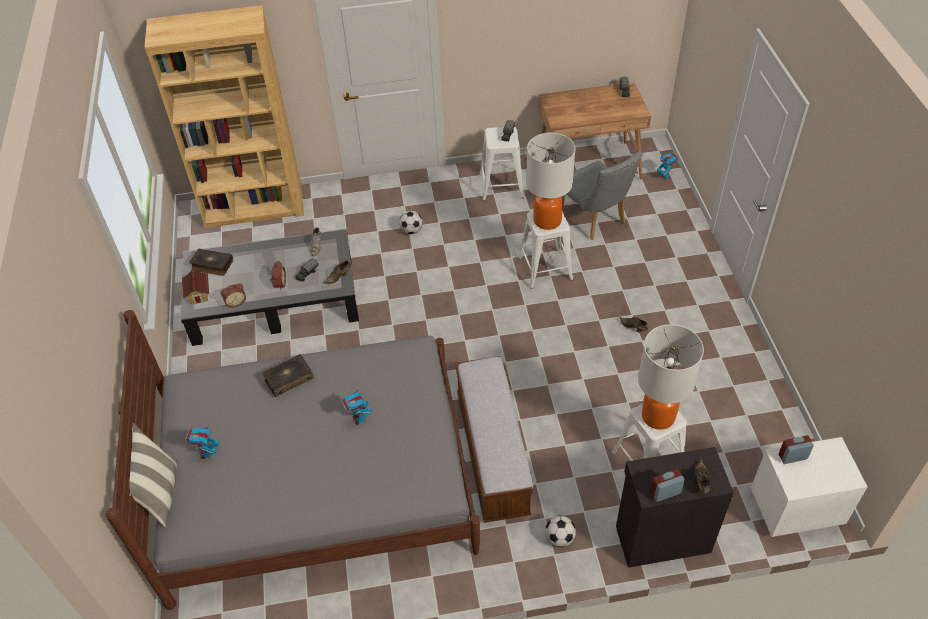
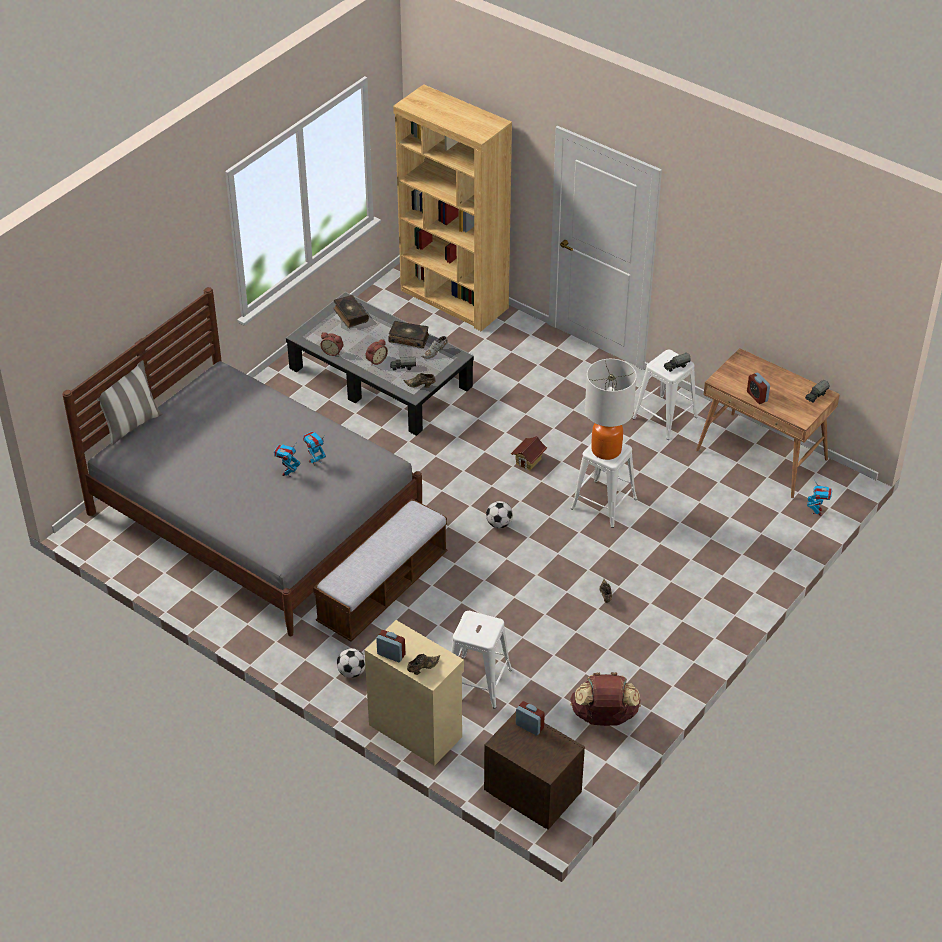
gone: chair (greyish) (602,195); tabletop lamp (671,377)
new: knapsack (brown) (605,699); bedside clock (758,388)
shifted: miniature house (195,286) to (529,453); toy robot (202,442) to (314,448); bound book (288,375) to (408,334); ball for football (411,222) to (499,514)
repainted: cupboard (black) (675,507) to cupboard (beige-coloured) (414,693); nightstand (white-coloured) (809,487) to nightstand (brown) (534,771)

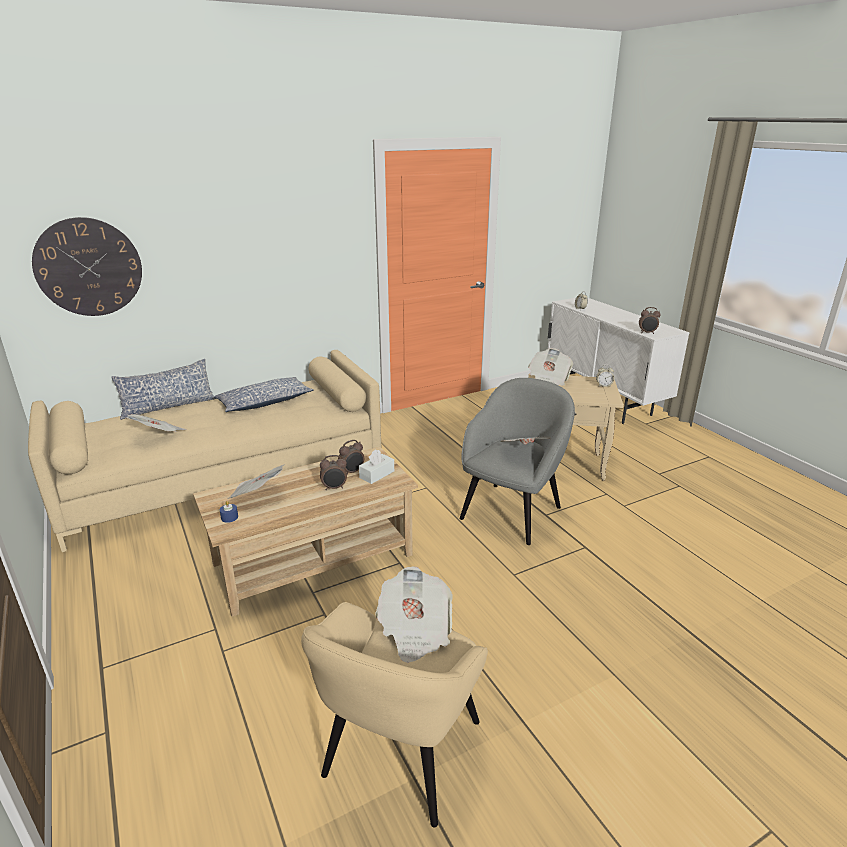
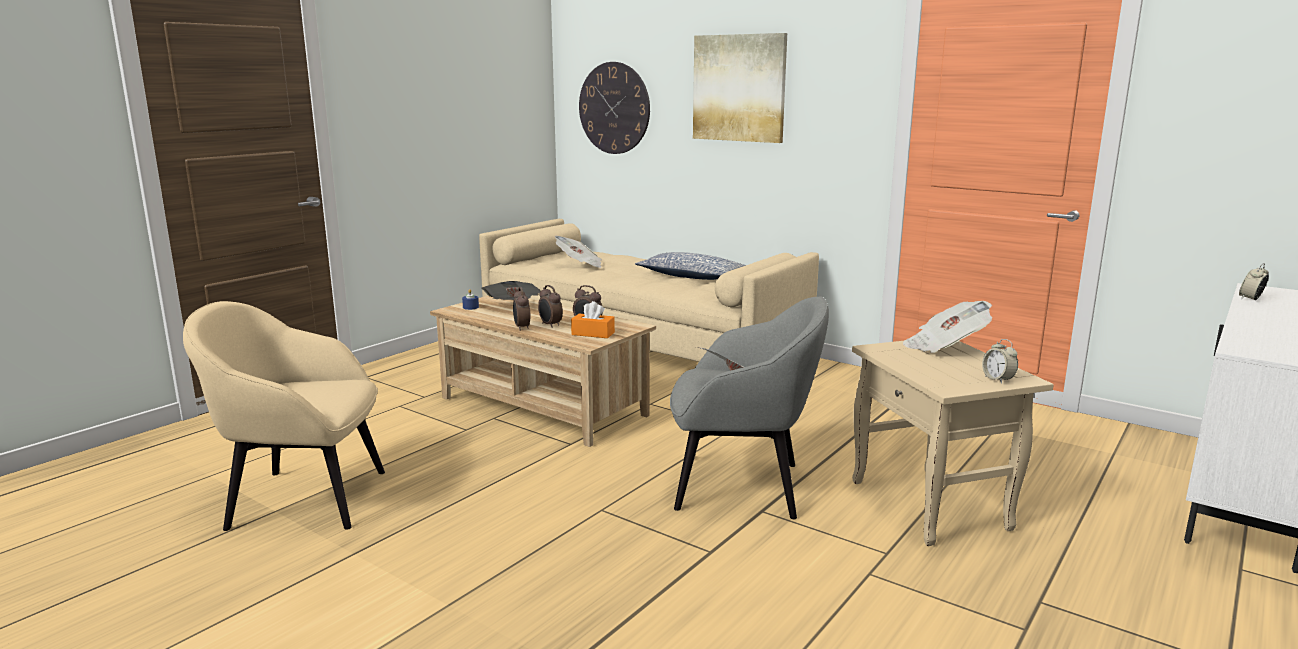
gone: pillow (164,389); printed paper (414,614)
new: wall picture (740,88)
shifted: bedside clock (650,320) to (521,309)
repainted: tissue holder (white-coloured) (376,466) to tissue holder (orangey) (593,319)

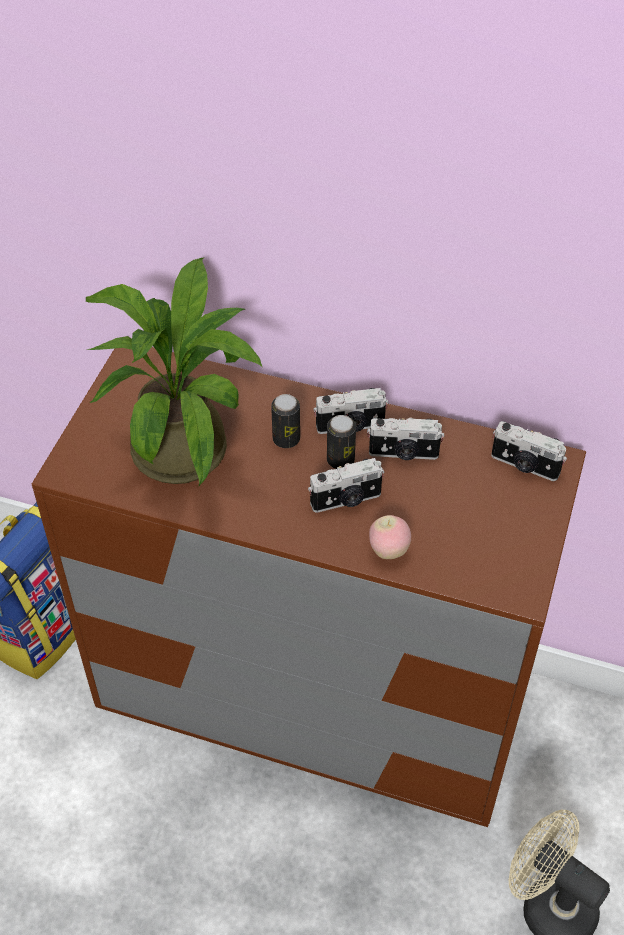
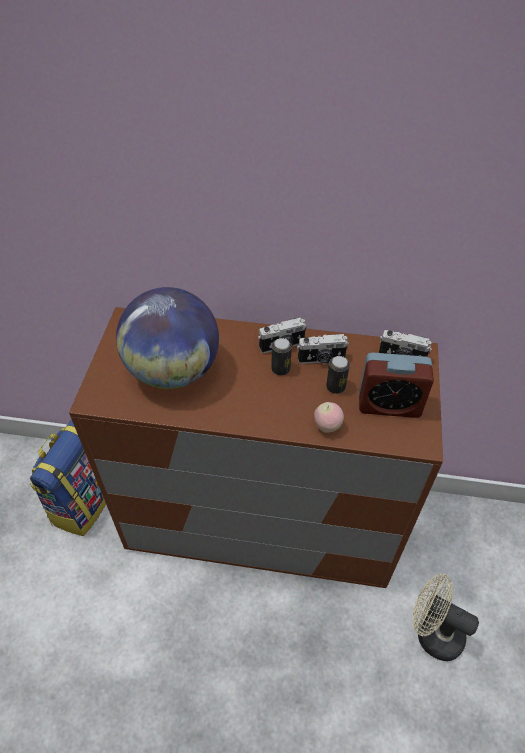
gone: photo camera (346,485)
new: bedside clock (396,385)
shifted: sealed can (285,421) to (338,375)
swapped: potted plant (174,371) to globe (167,338)

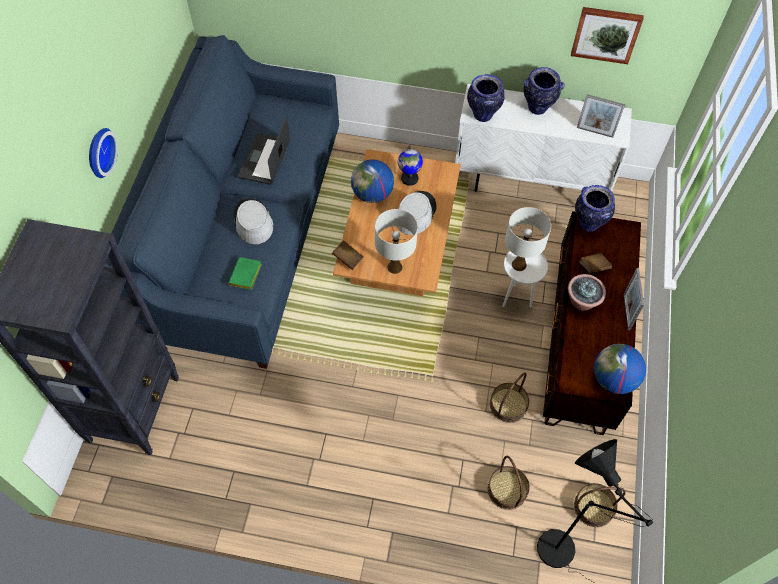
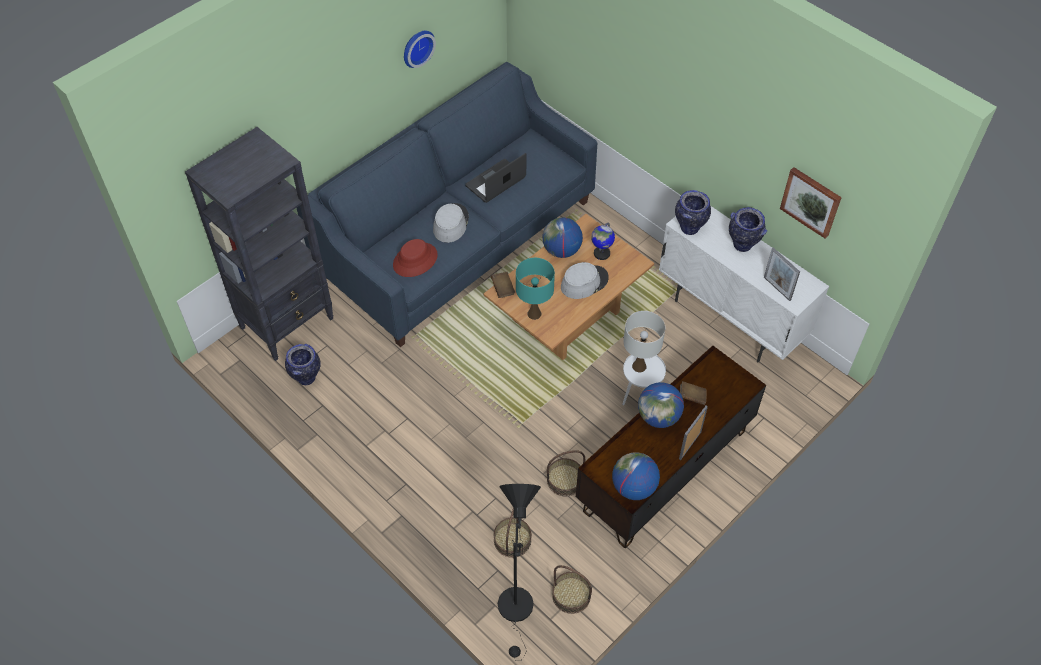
shifted: clock on the wall (103,153) to (420,49); decorative vase (595,208) to (303,364)
swapped: bound book (green) (245,273) to wearable hat (red) (415,258); potted plant (587,292) to globe (661,405)
repainted: tabletop lamp (white-coloured) (396,241) to tabletop lamp (turquoise) (535,289)

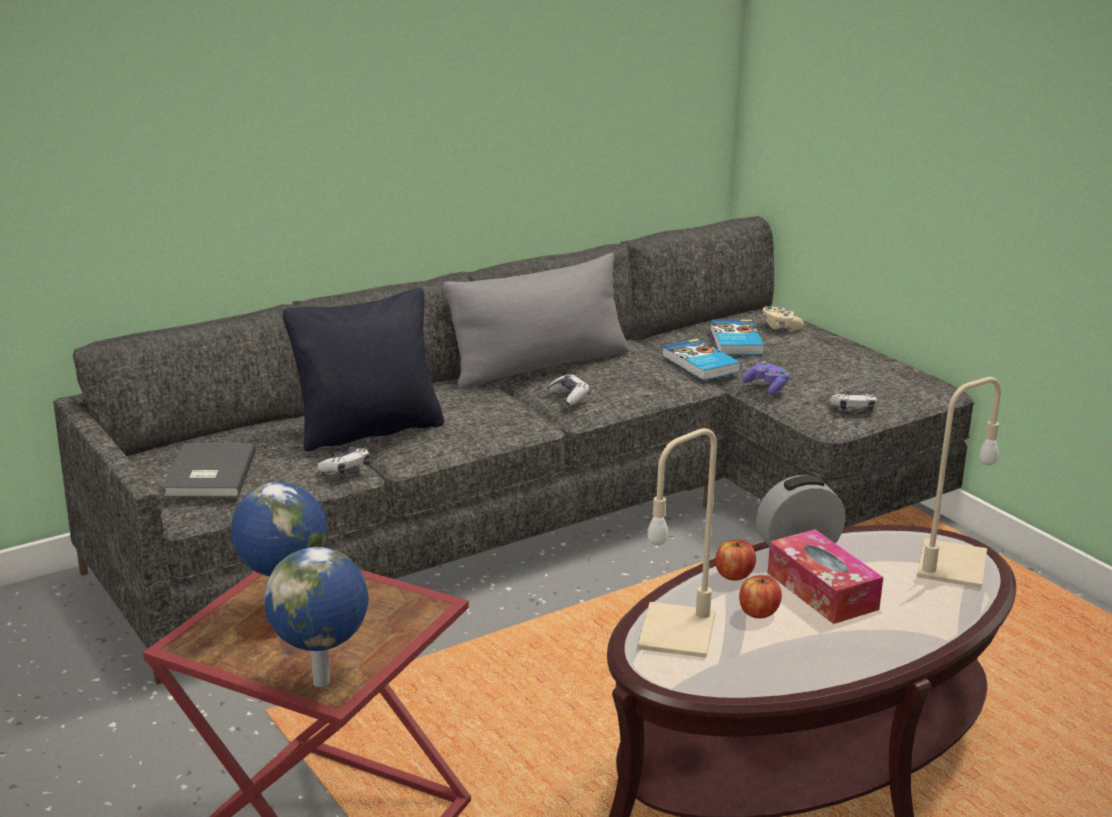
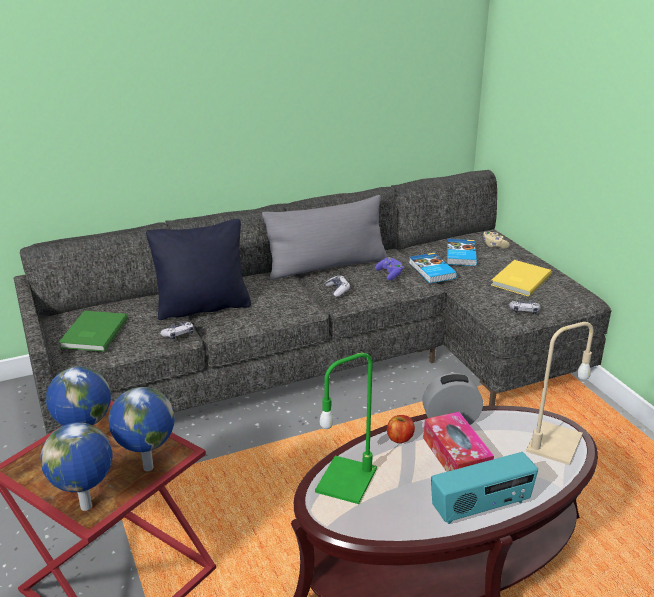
gone: apple (760,596)
new: globe (142,429); radio receiver (484,488); bound book (yellowish) (521,278)
shifted: game controller (purple-coloured) (766,378) to (389,268)
repainted: bound book (greyish) (209,470) to bound book (green) (93,331); tabletop lamp (beige-coloured) (677,543) to tabletop lamp (green) (346,428)

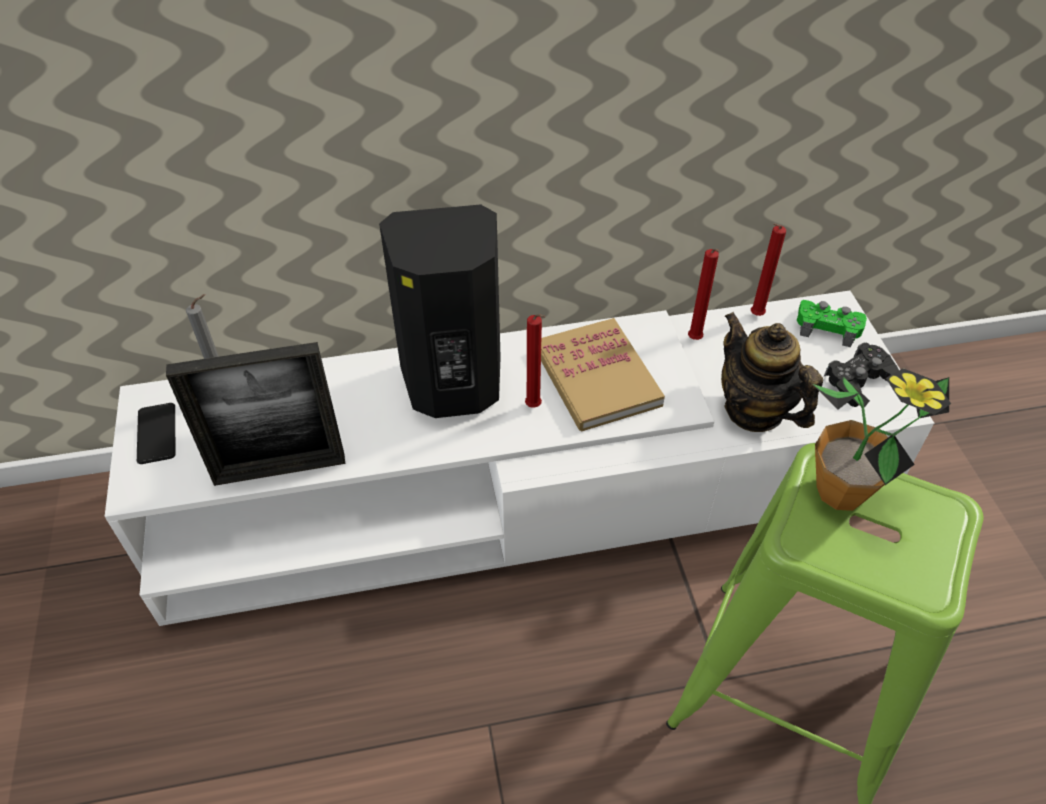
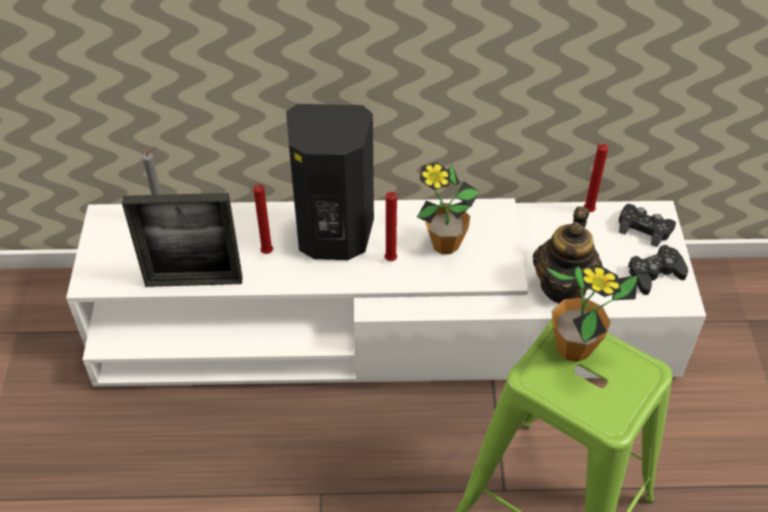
gone: phone (156,433)
shifted: wax light (red) (703,294) to (263,219)
swapped: bound book (603,375) to potted plant (448,208)
repainted: game controller (green) (832,323) to game controller (black) (647,225)
rotated: pot for tea (772,372) = (568,255) 135 degrees counterclockwise

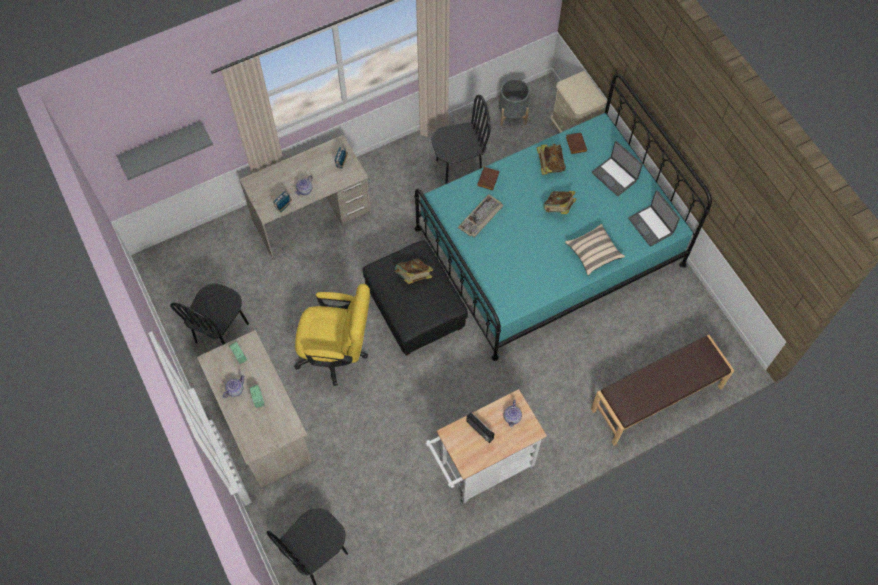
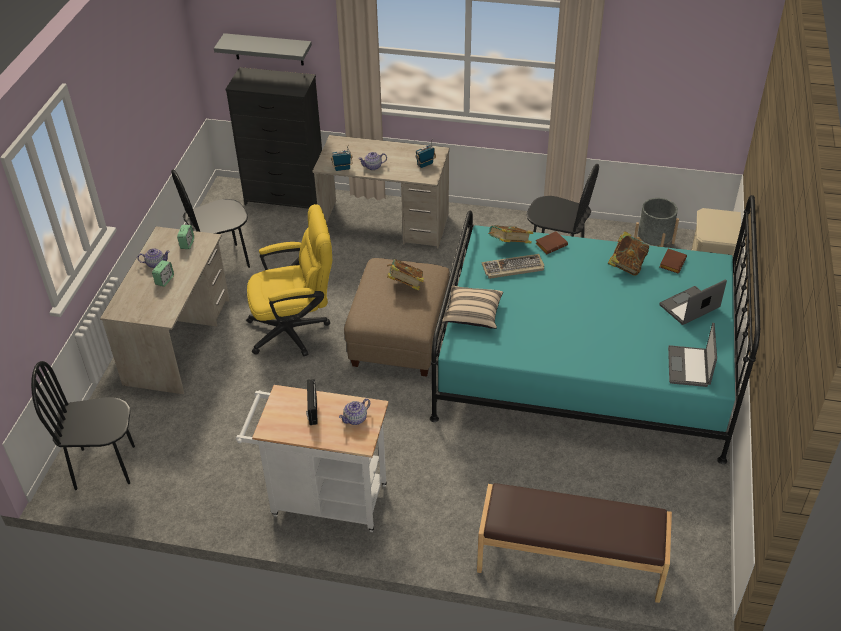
new: dresser (black) (273,138)
shifted: bound book (560,202) to (510,234); pillow (beige-coloured) (595,250) to (472,307)
repainted: pouffe (black) (415,298) to pouffe (beige-coloured) (397,317)
rotated: office chair (yellowish) (332,335) = (289,280) 60 degrees counterclockwise; laptop (617,168) = (693,302) 60 degrees clockwise

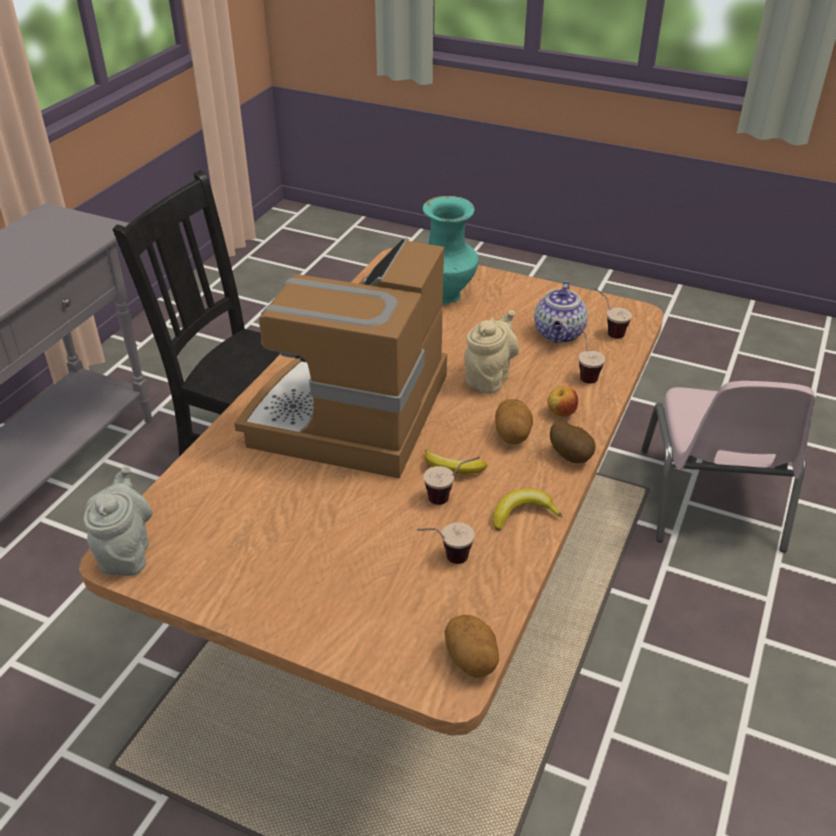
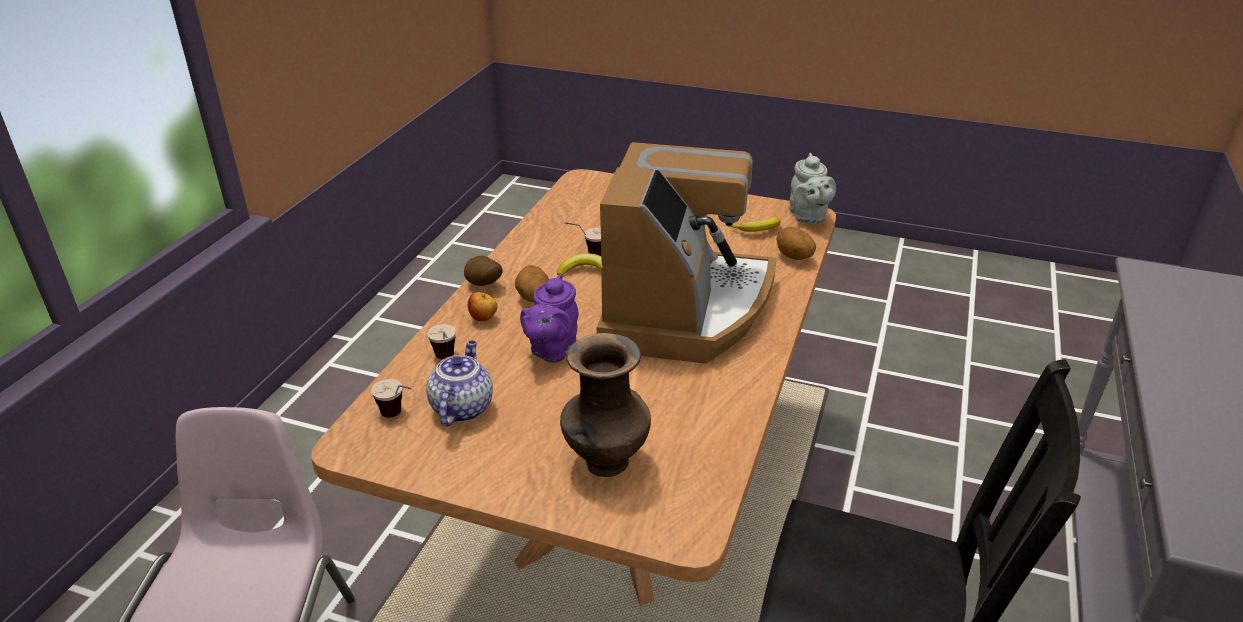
gone: small cup (446,543)
shifted: whole potato (472,646) to (796,243); banana (527,509) to (756,224)
repainted: decorative vase (turquoise) (450,250) to decorative vase (brown) (605,405); pot for tea (beige-coloured) (491,352) to pot for tea (purple-coloured) (549,318)

